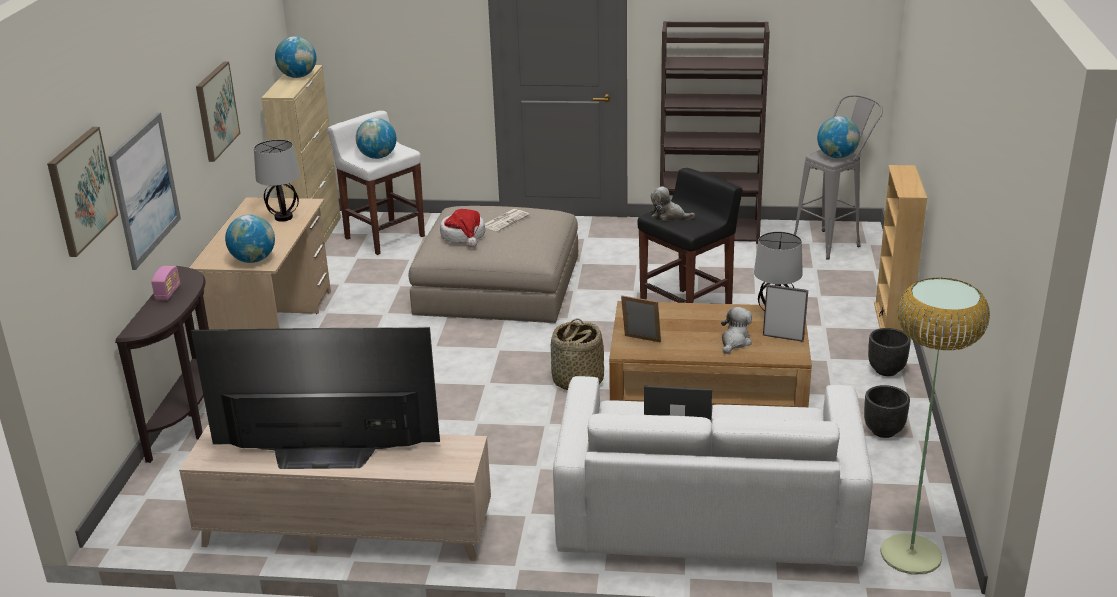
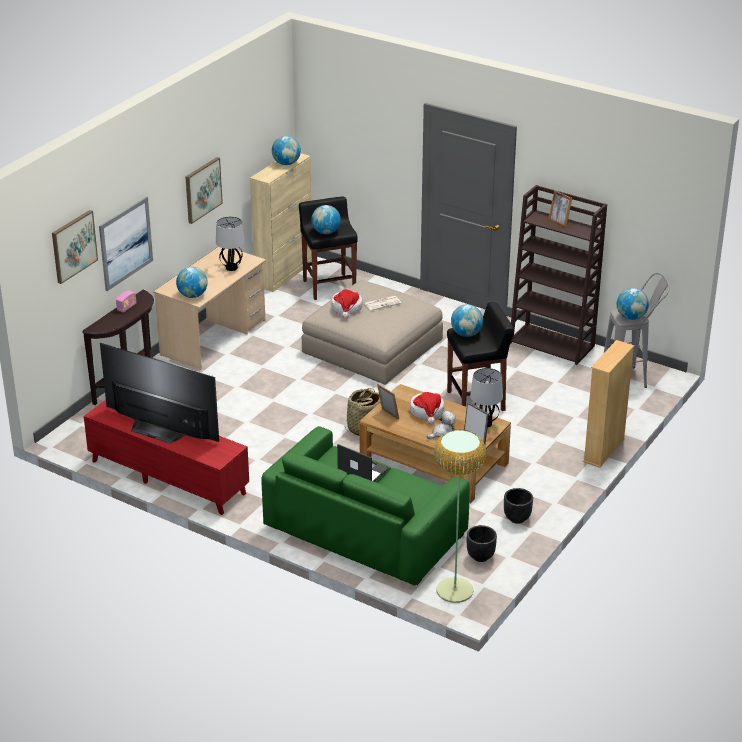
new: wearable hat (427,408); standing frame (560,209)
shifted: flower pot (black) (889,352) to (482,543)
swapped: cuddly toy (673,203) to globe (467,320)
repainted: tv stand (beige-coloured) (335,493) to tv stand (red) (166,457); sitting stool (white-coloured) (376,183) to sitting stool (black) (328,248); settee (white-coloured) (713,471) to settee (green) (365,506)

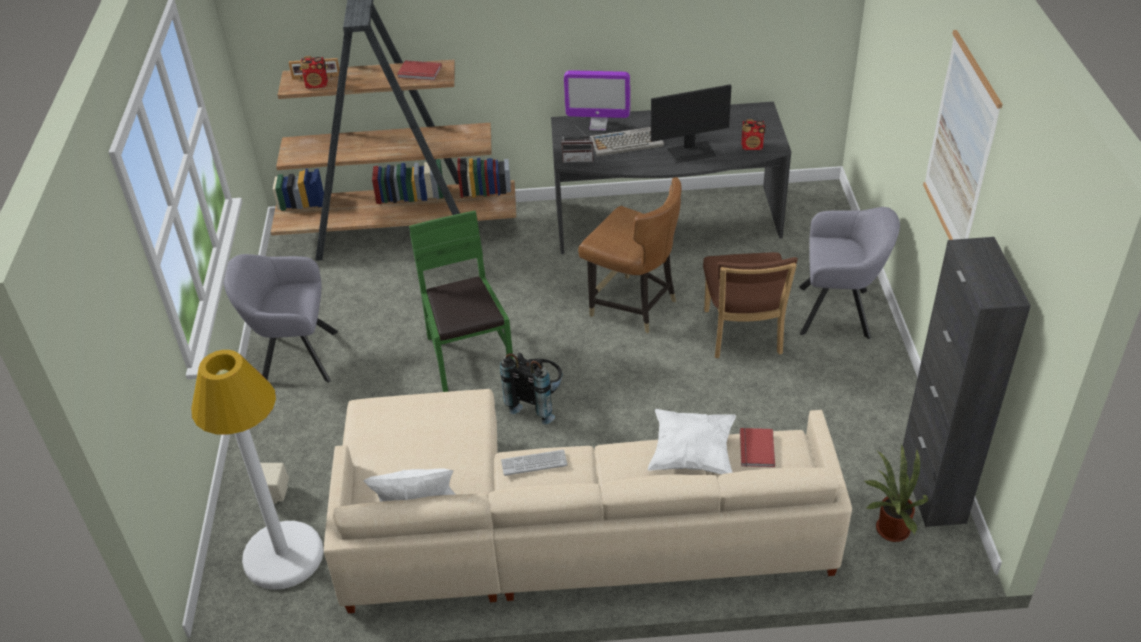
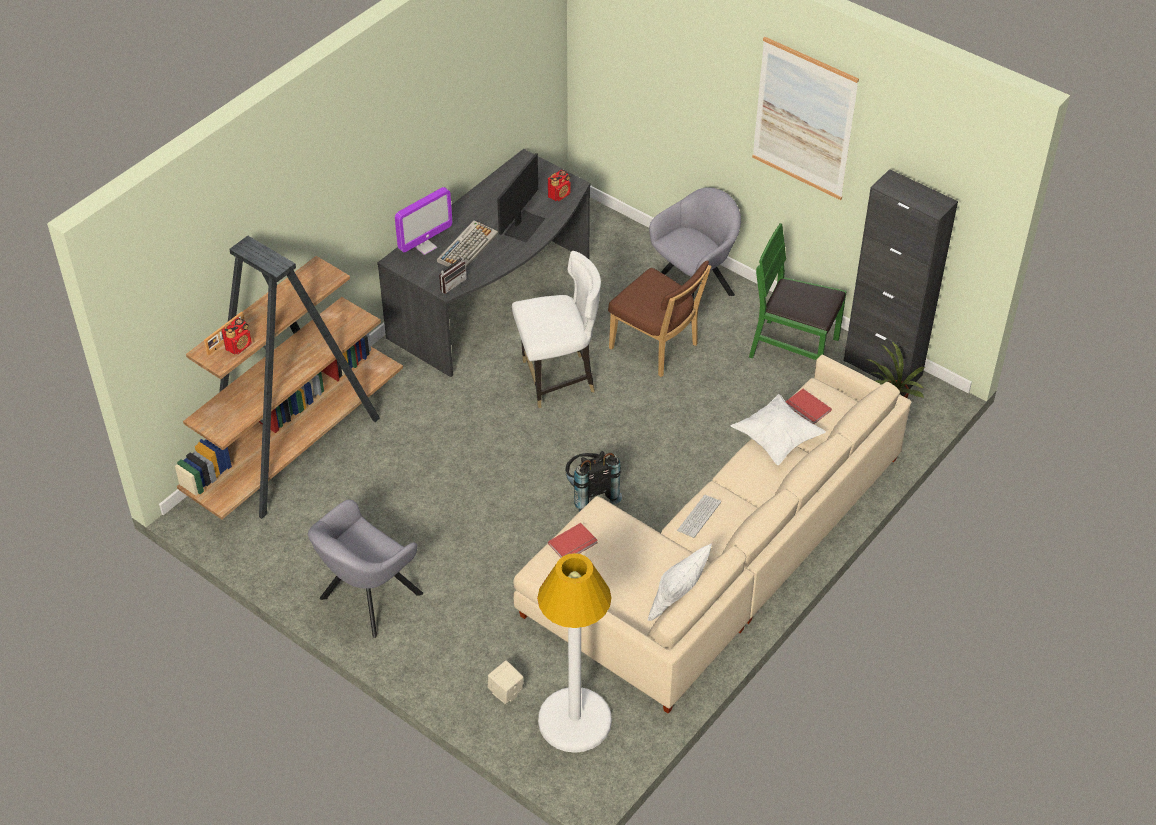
shifted: bound book (red) (419,70) to (573,540); chair (green) (461,301) to (798,291)
repainted: chair (brown) (630,255) to chair (white-coloured) (556,329)

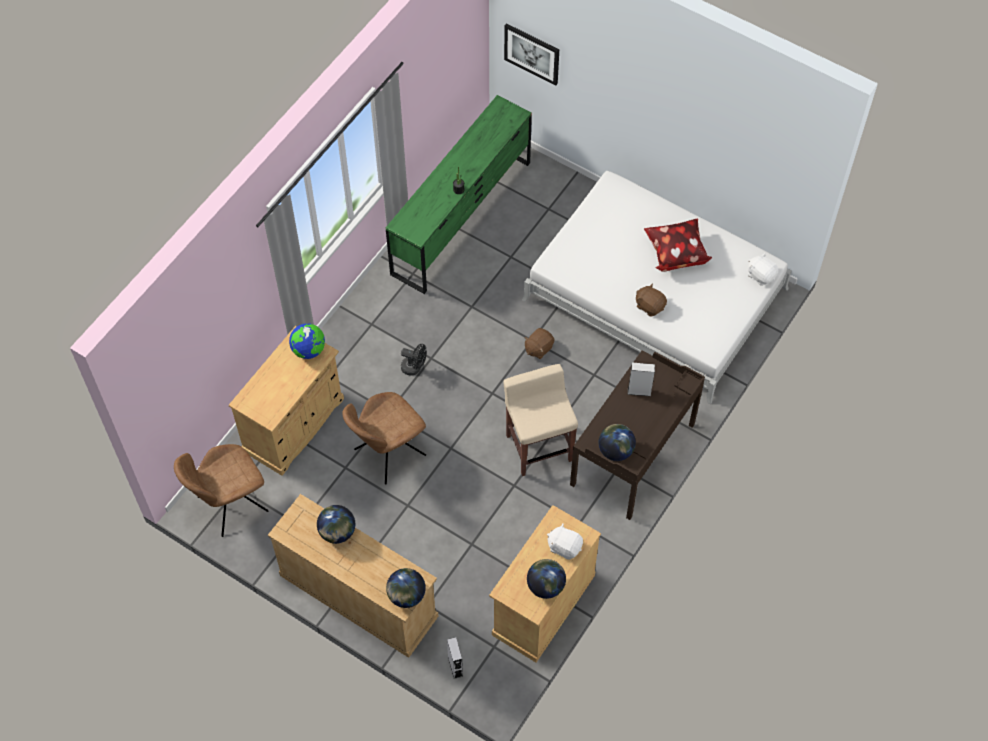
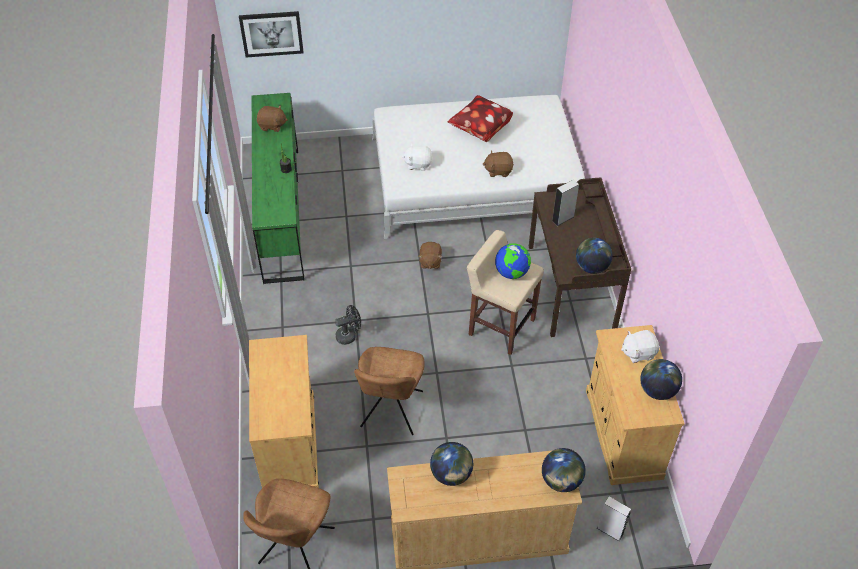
new: cuddly toy (brown) (272,118)
shifted: globe (307,341) to (513,261); cuddly toy (white-coloured) (763,269) to (417,157)

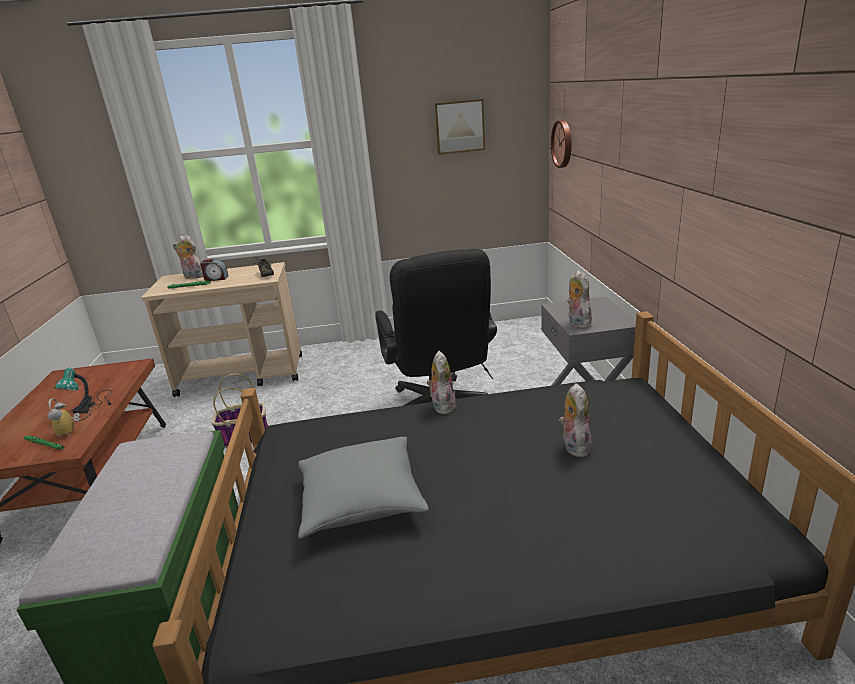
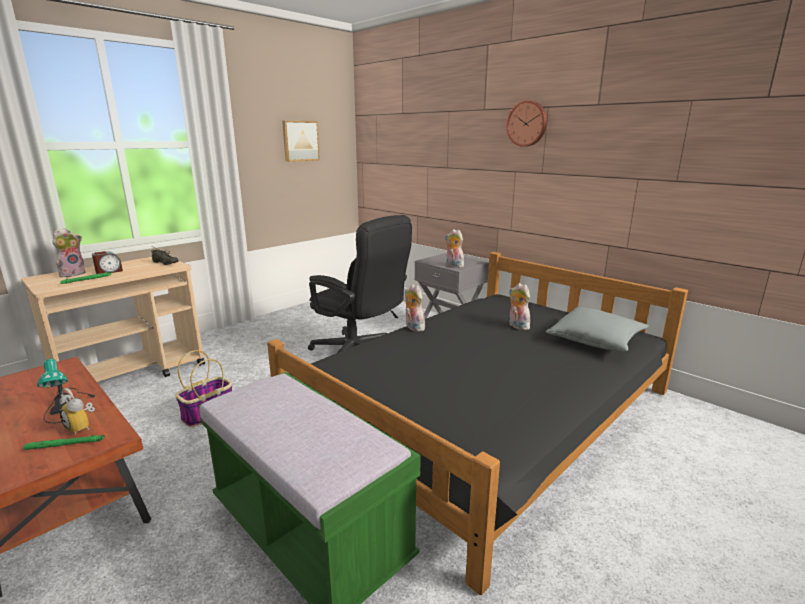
shifted: pillow (greyish) (363,488) to (597,329); clock on the wall (561,144) to (526,123)
rotated: cuddly toy (188,257) = (69,252) 150 degrees clockwise

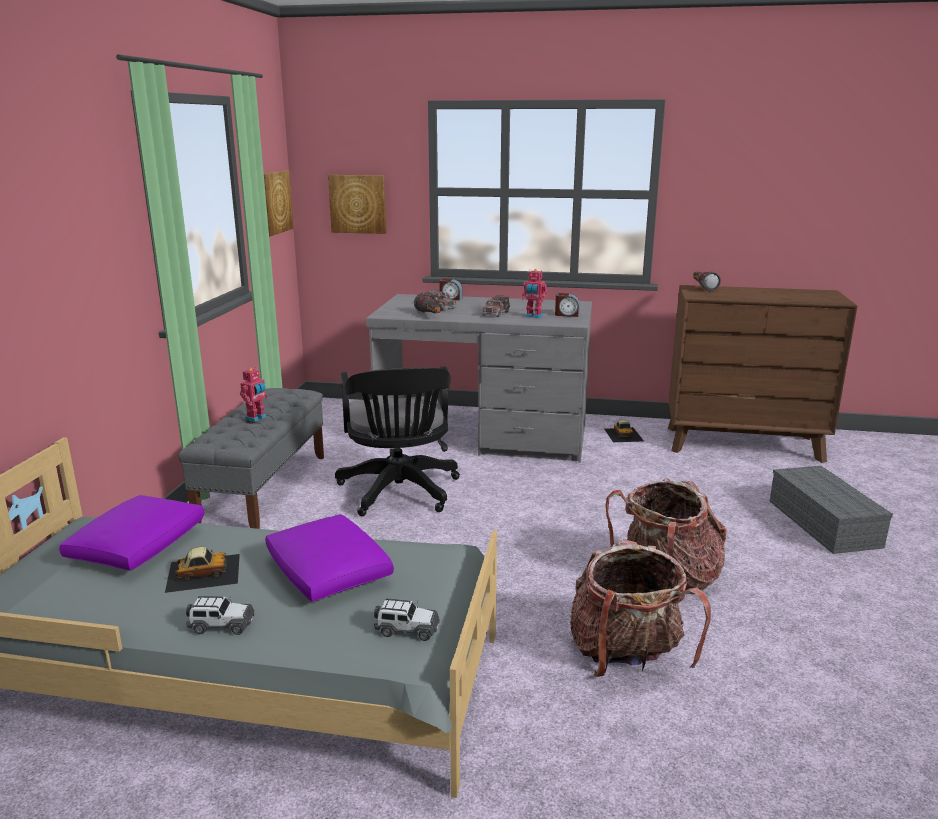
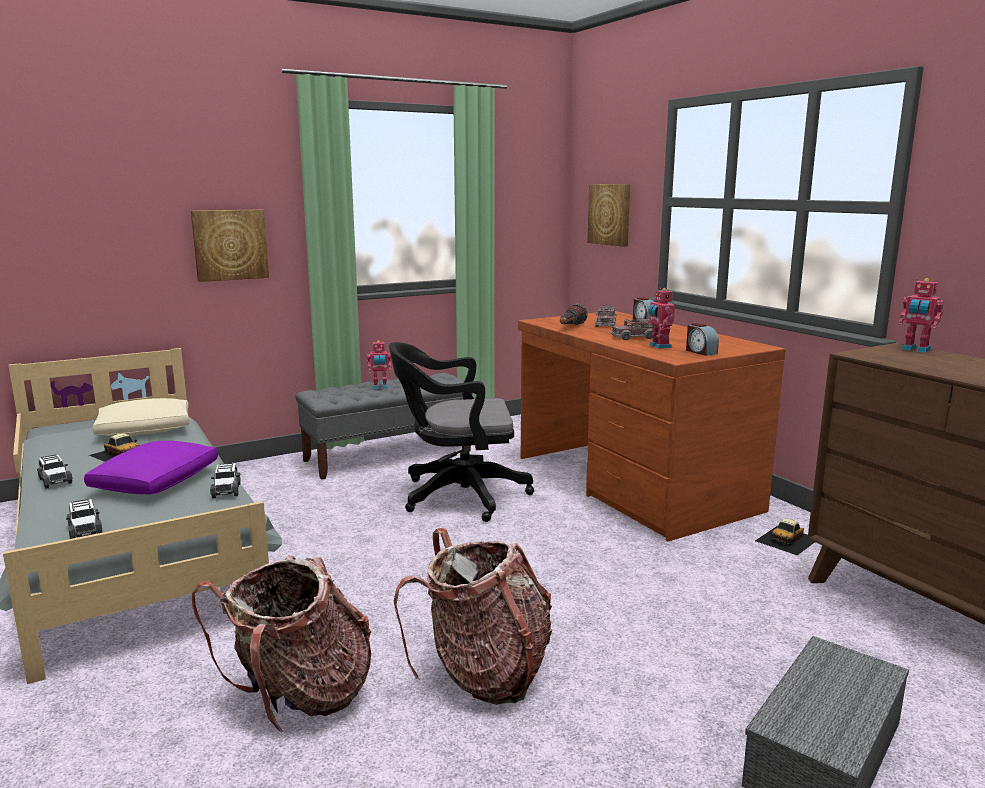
new: model car (225,480)
shifted: wall picture (278,203) to (230,245)
swapped: hand torch (707,282) to toy robot (921,315)
repainted: pillow (purple-coloured) (131,532) to pillow (beige-coloured) (141,417); desk (greyish) (479,378) to desk (brown) (652,426)
rotated: office chair (black) (397,441) = (461,432) 45 degrees clockwise

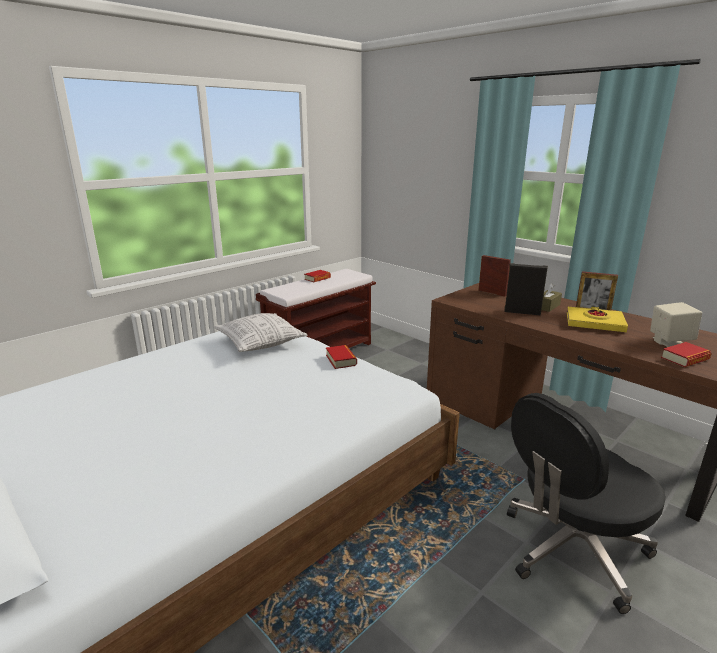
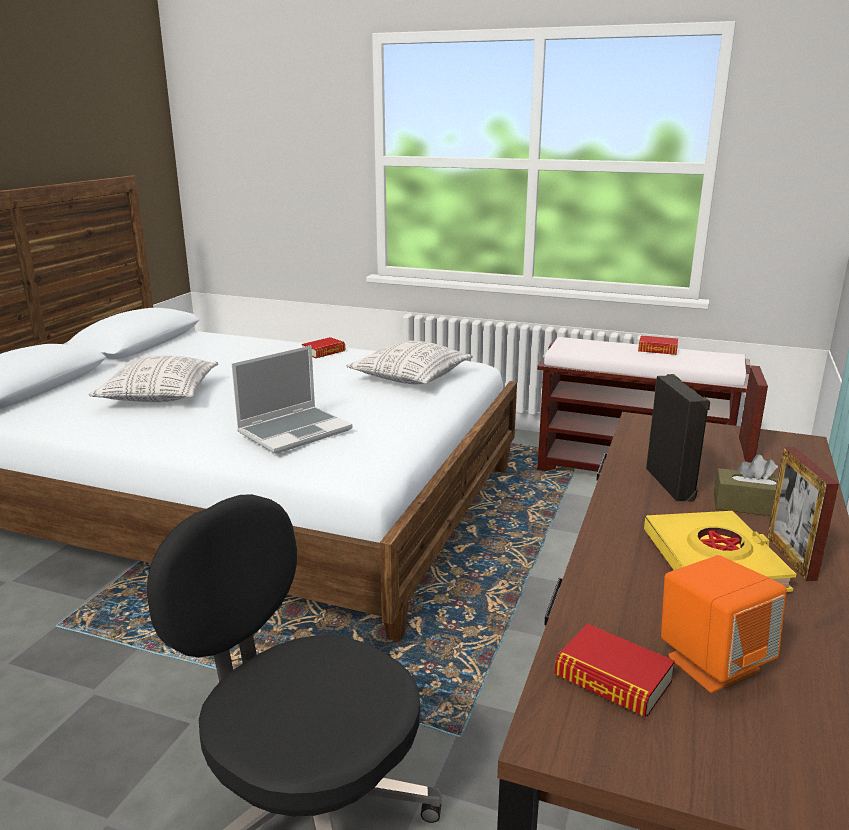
new: pillow (153,379); laptop (292,399)
shifted: bound book (341,357) to (323,347)
repainted: audio speaker (beige-coloured) (676,324) to audio speaker (orangey) (724,624)

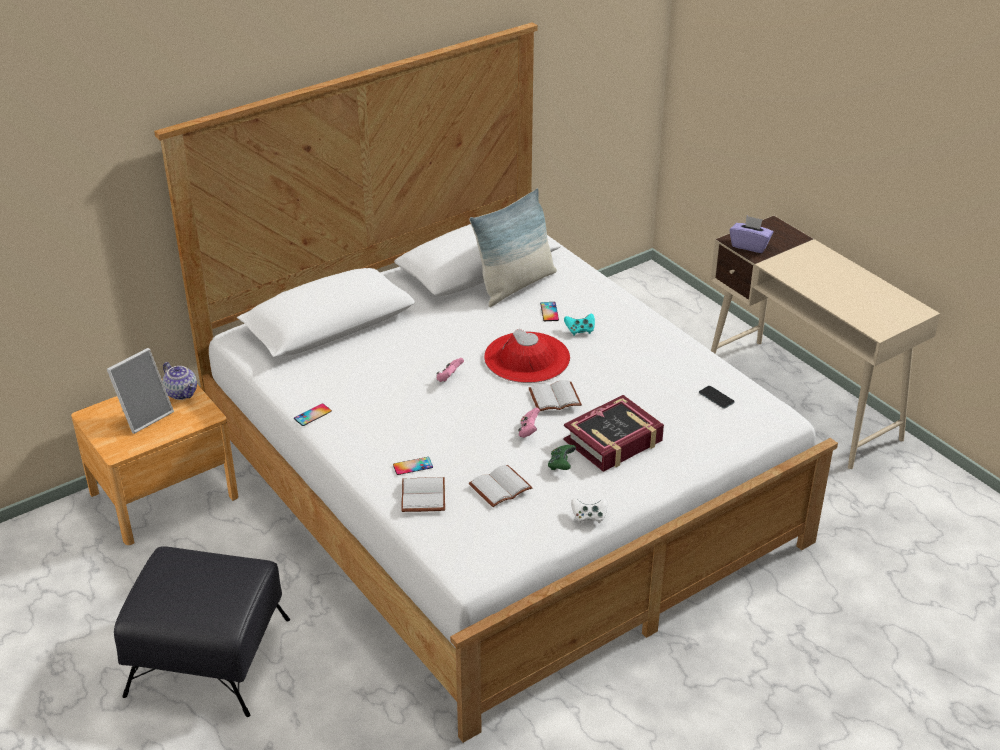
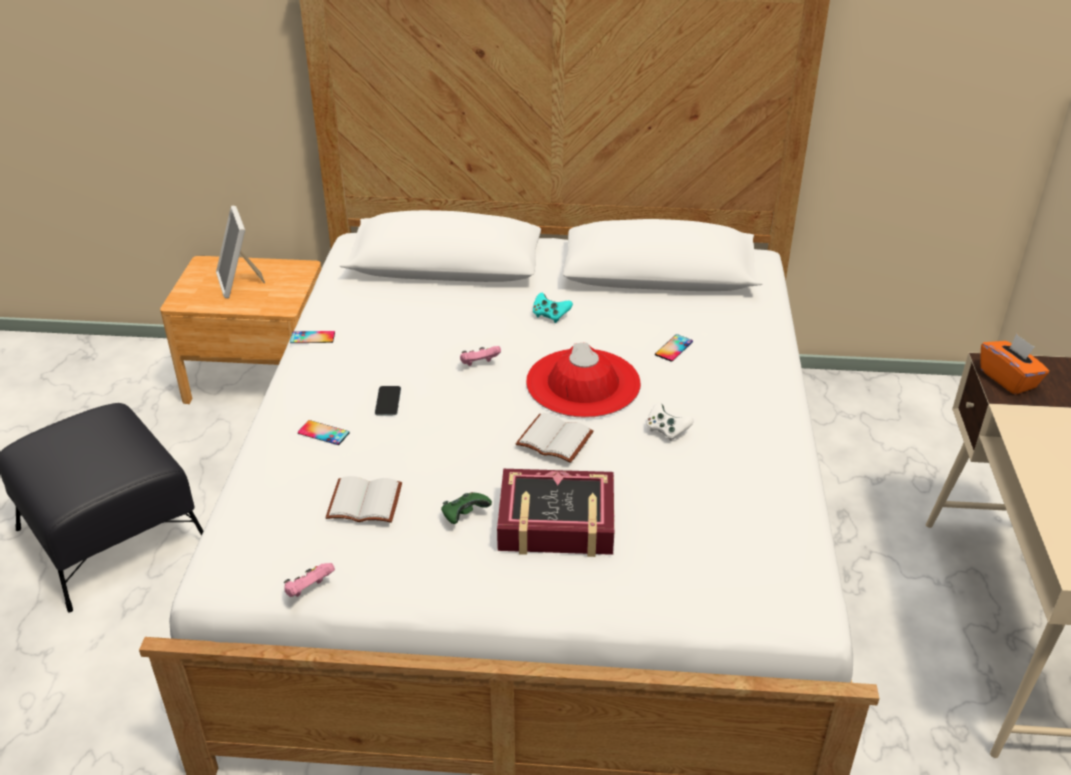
gone: pot for tea (180,381); bound book (white-coloured) (423,494); pillow (513,247)
shifted: game controller (pink-coloured) (529,423) to (309,580); game controller (turquoise) (579,325) to (553,308); game controller (white-coloured) (589,511) to (669,422); phone (716,397) to (388,400)
repainted: tissue holder (purple-coloured) (751,234) to tissue holder (orangey) (1014,364)
rotated: standing frame (140,391) = (240,252) 75 degrees clockwise

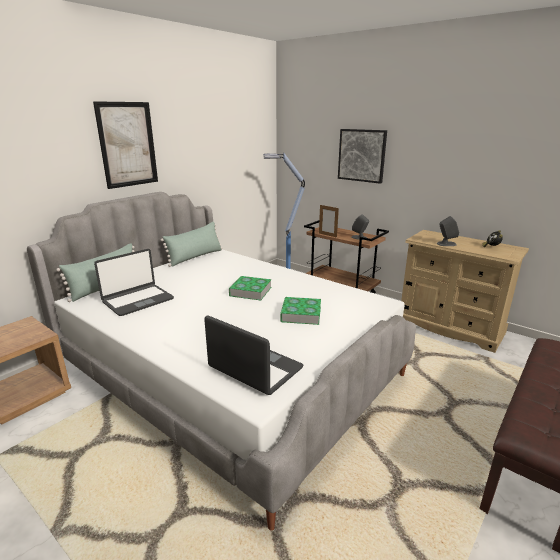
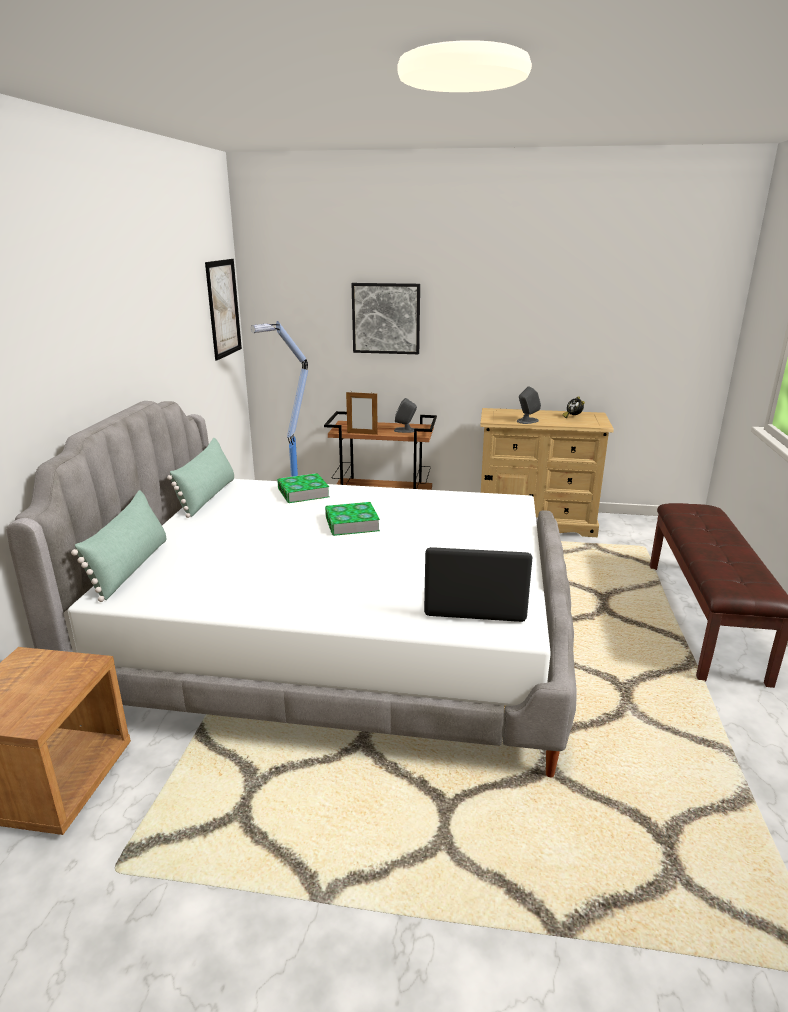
gone: laptop (134,282)
shifted: wall picture (125,145) to (223,309); bound book (300,311) to (303,488)

